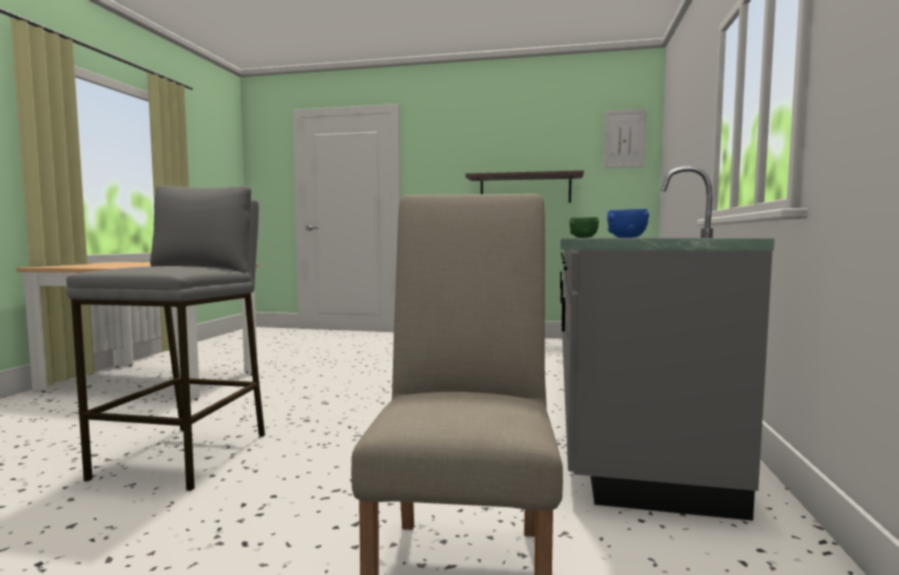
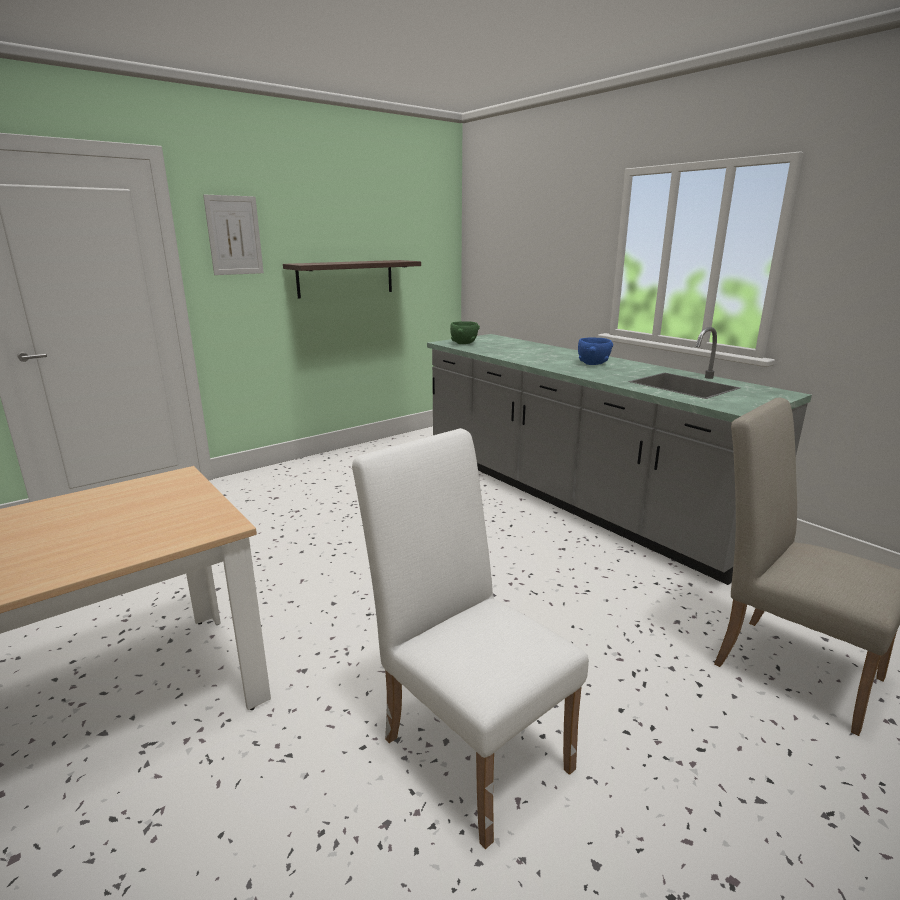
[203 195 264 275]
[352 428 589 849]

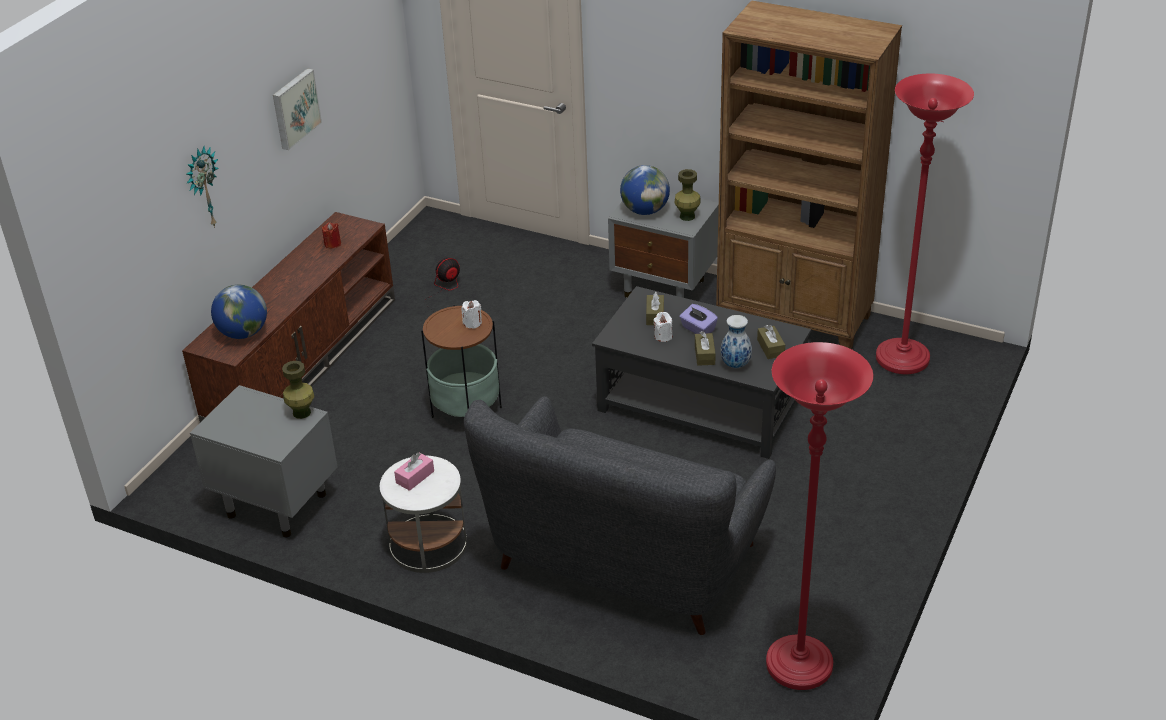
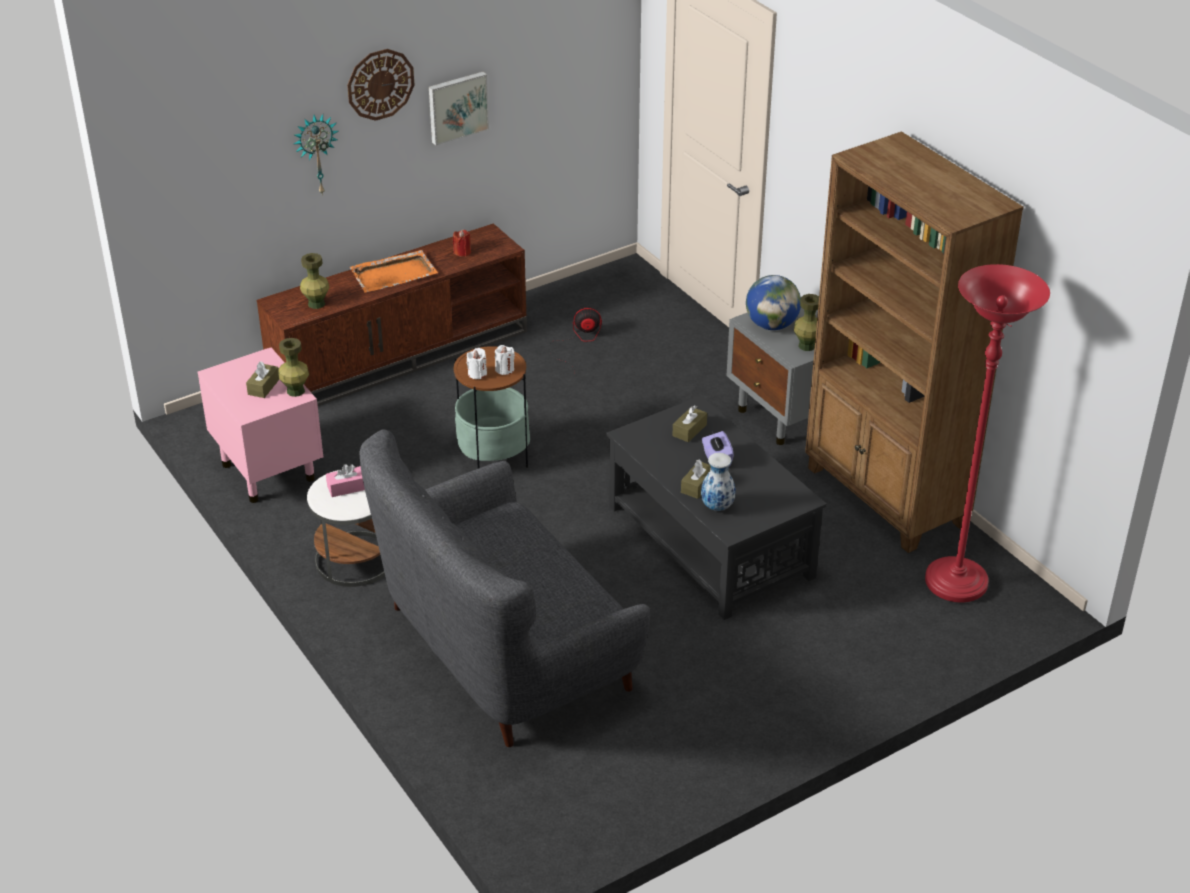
[300 253 330 309]
[467 348 487 379]
[246 361 279 398]
[766 342 873 690] (first image)
[198 348 323 503]
[347 49 414 121]
[349 250 438 293]

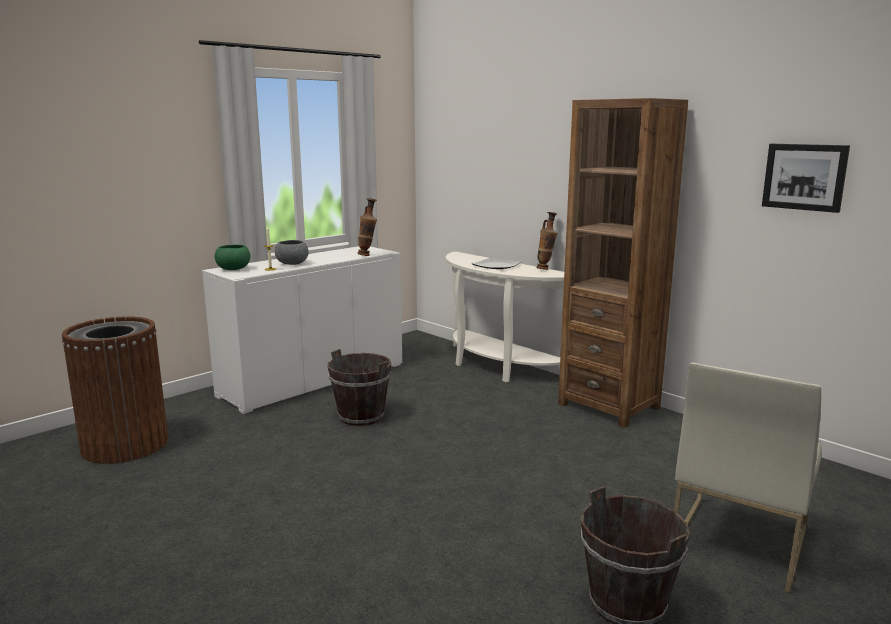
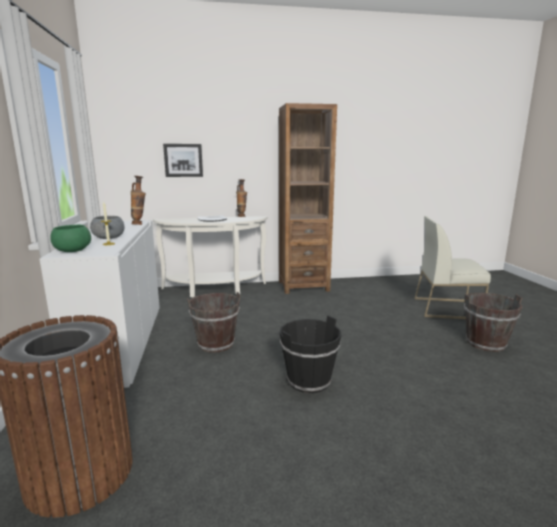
[163 144 203 177]
[414 216 491 319]
[280 316 341 393]

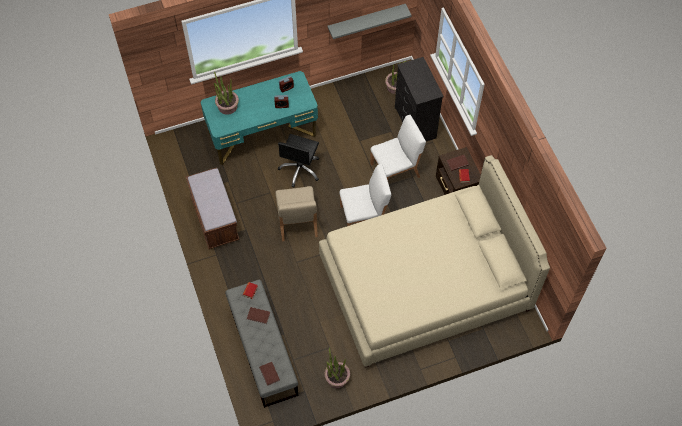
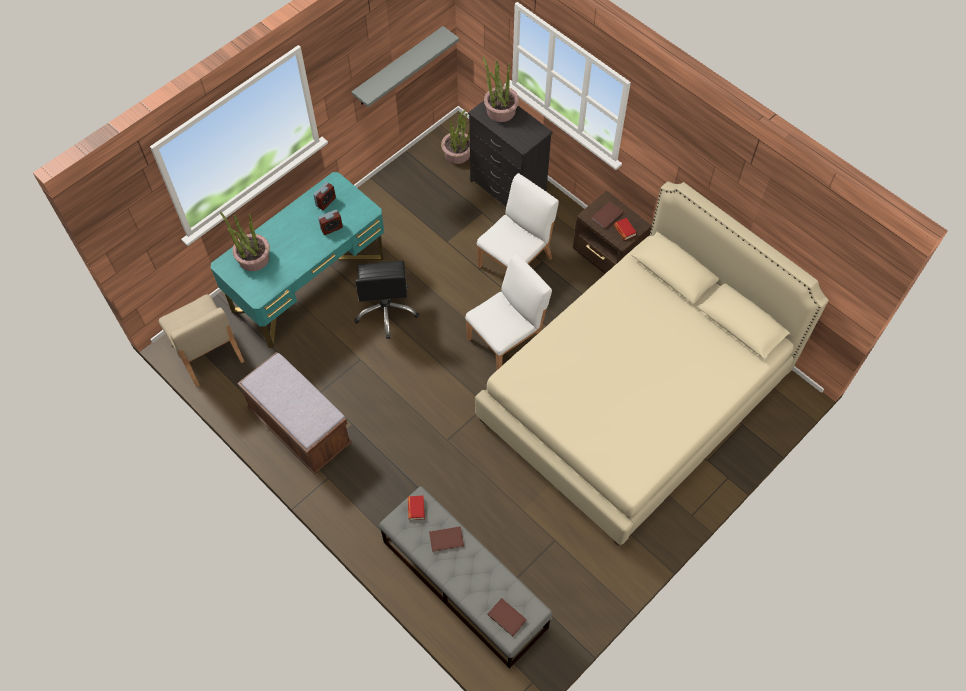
[159 294 244 387]
[483 57 519 122]

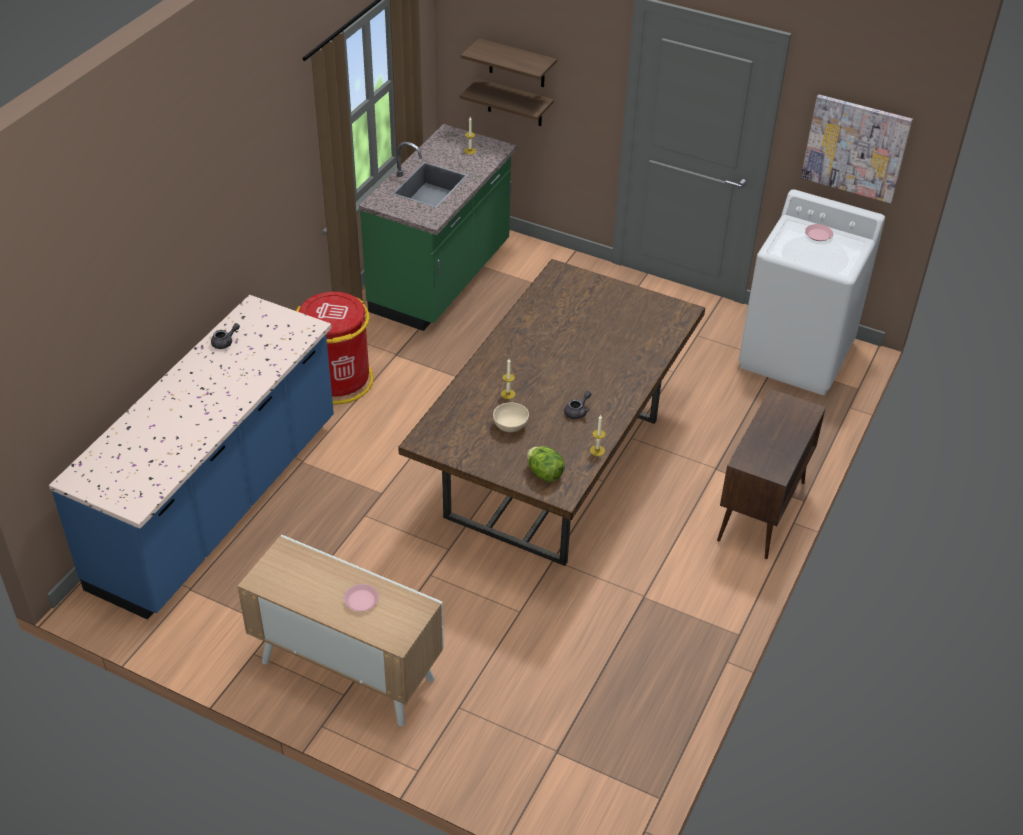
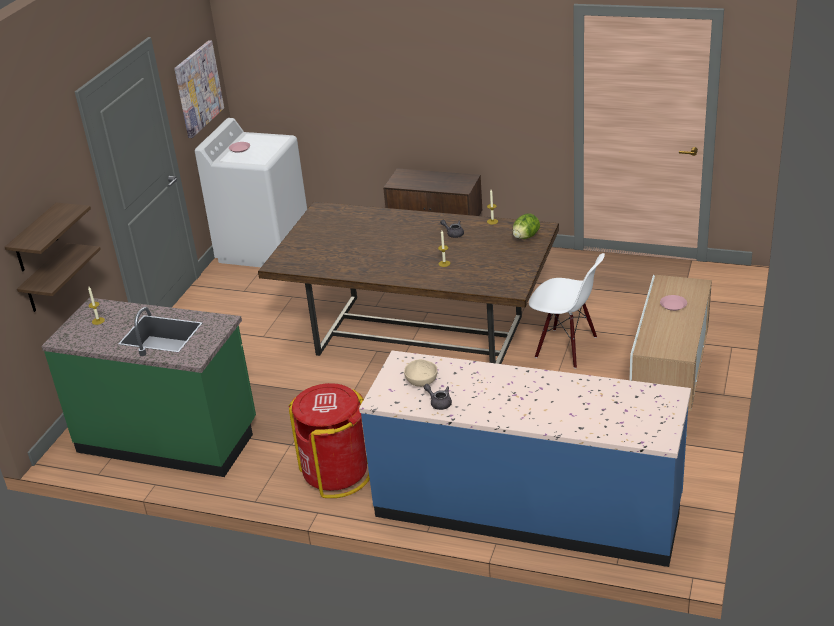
[404 359 438 387]
[529 253 605 369]

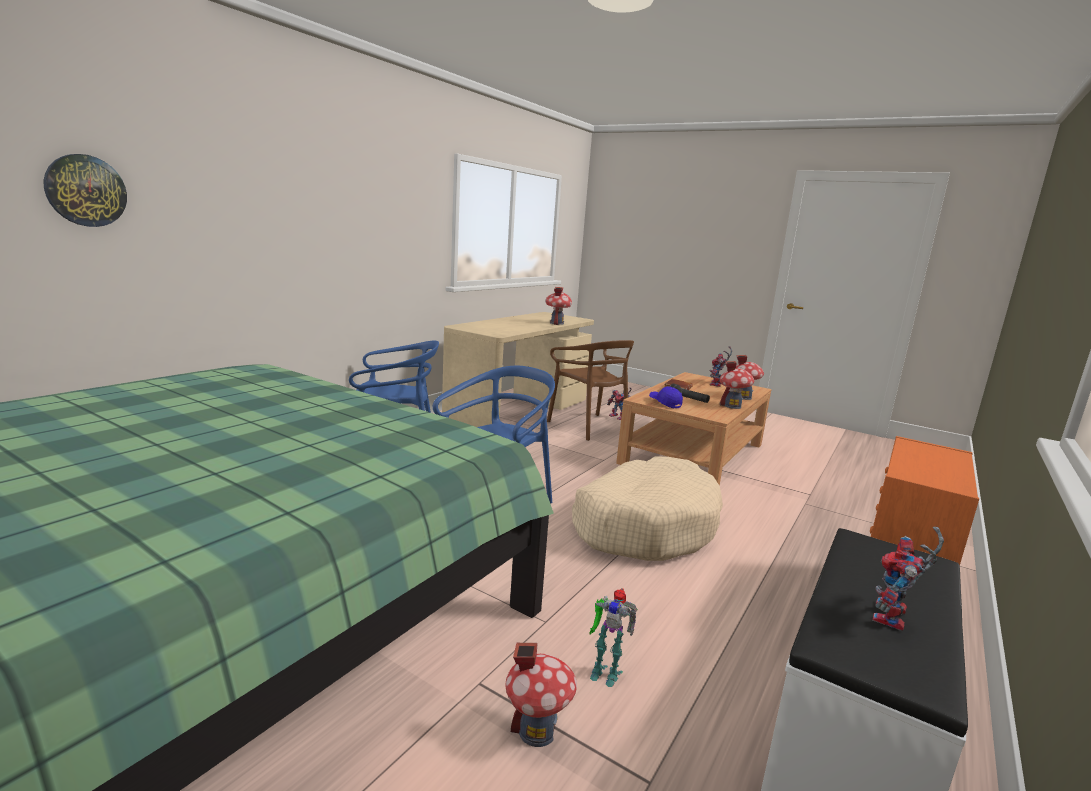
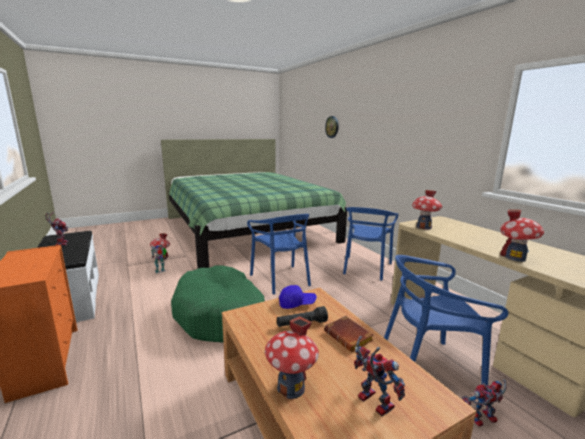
[384 255 508 385]
[412 190 442 230]
[171 265 265 343]

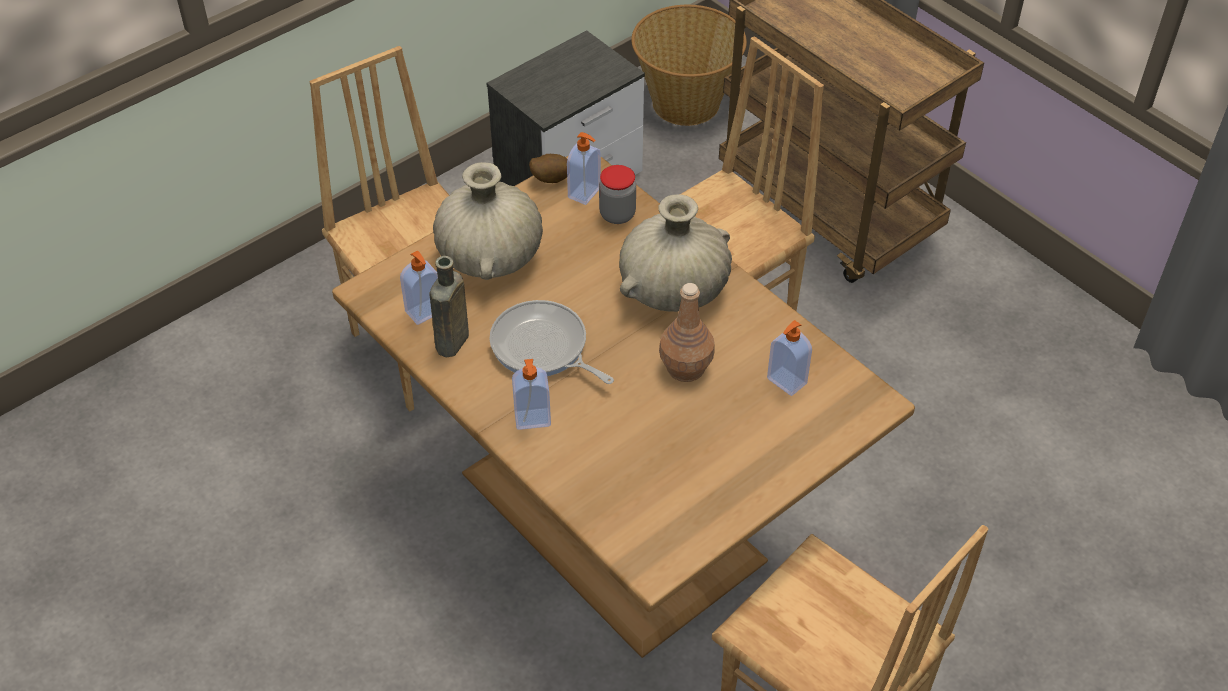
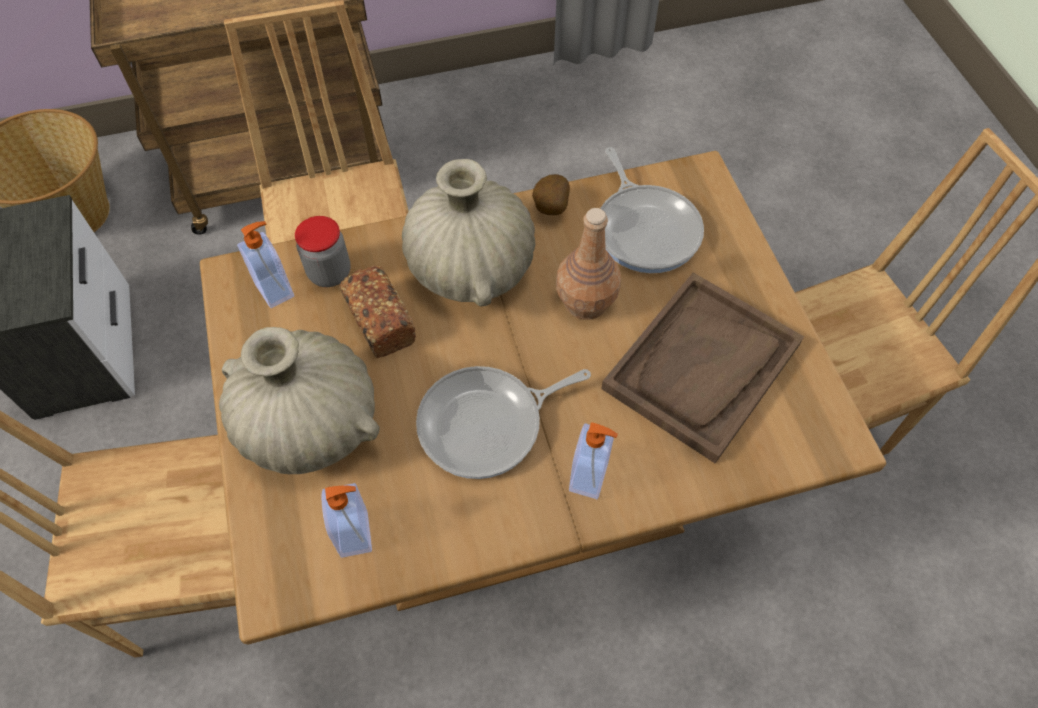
[532 174 570 215]
[429 256 469 358] (first image)
[600 147 704 273]
[339 265 416 358]
[601 272 804 463]

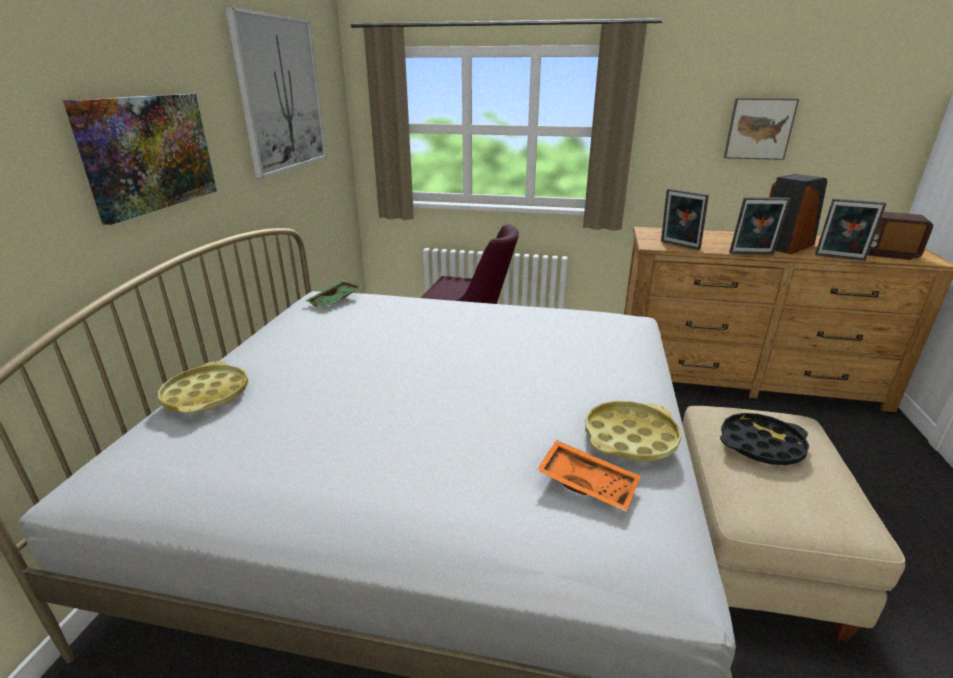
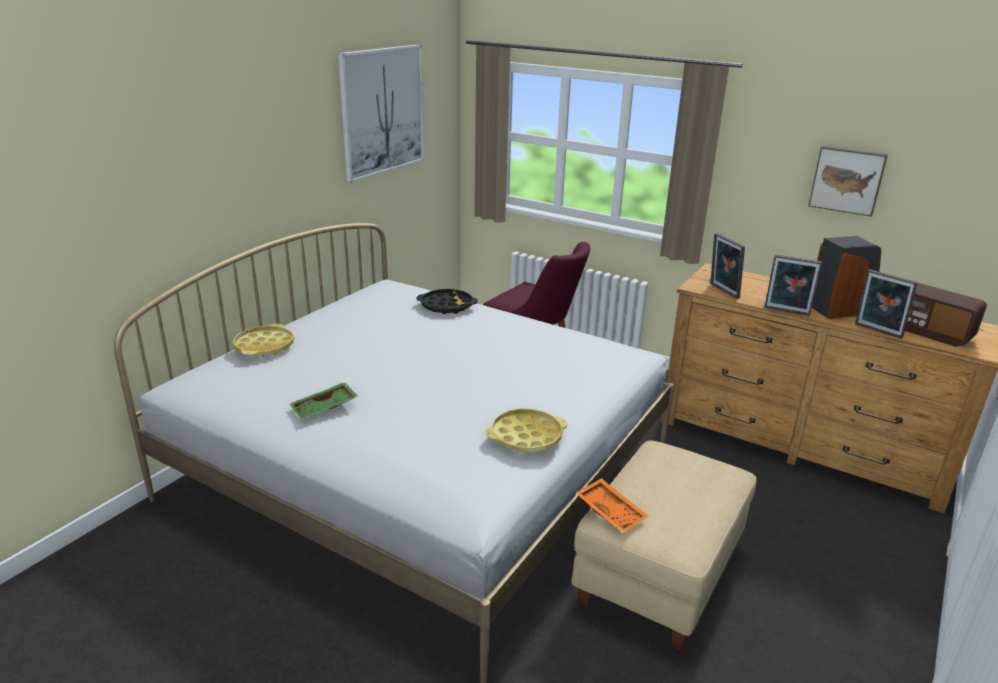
[63 93 217 225] (first image)
[290 382 358 419]
[417 289 478 314]
[576 478 648 533]

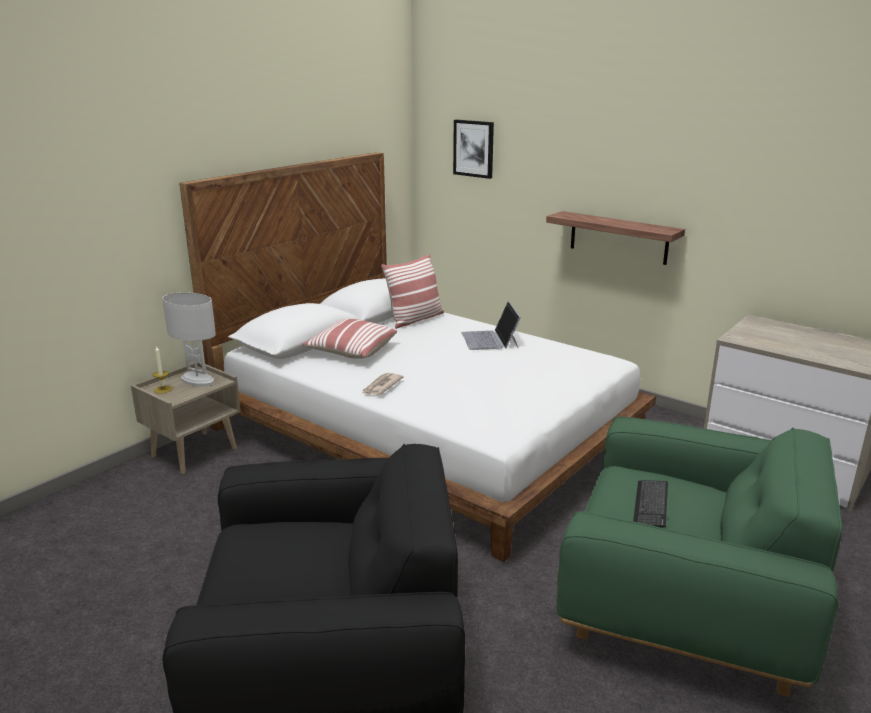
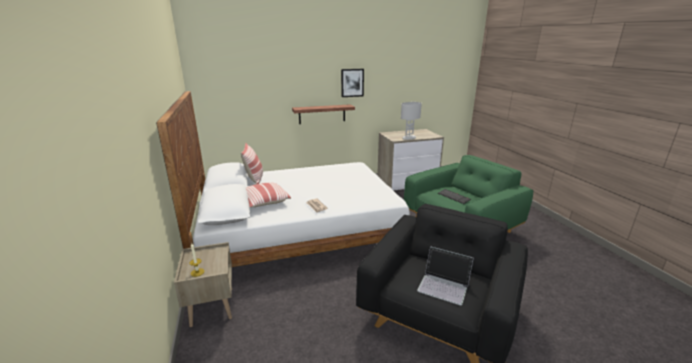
[341 69 364 97]
[401 102 422 140]
[417 246 474 305]

